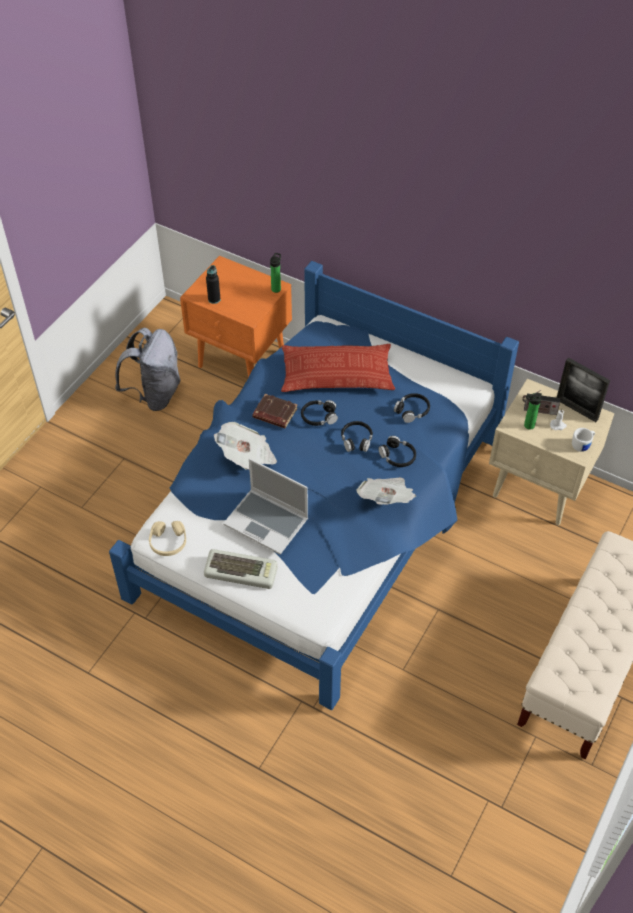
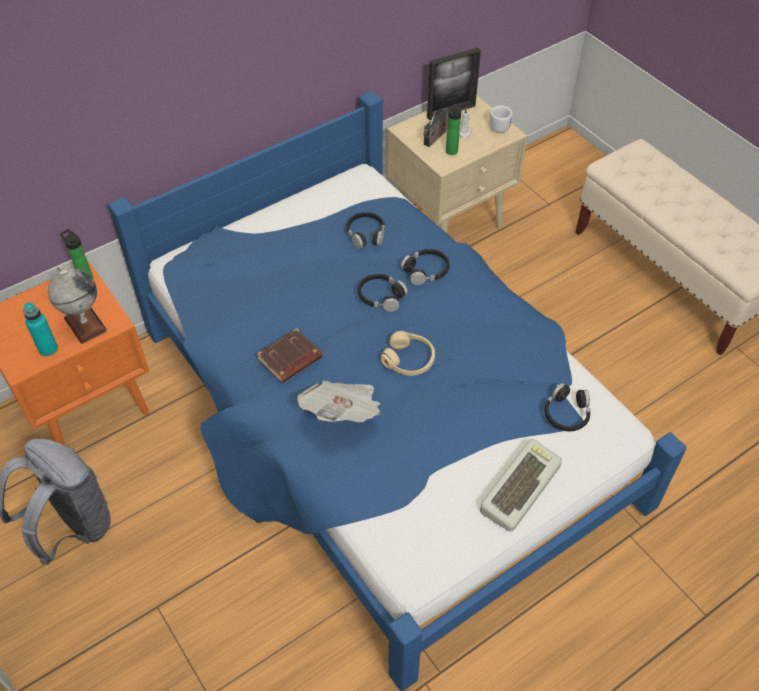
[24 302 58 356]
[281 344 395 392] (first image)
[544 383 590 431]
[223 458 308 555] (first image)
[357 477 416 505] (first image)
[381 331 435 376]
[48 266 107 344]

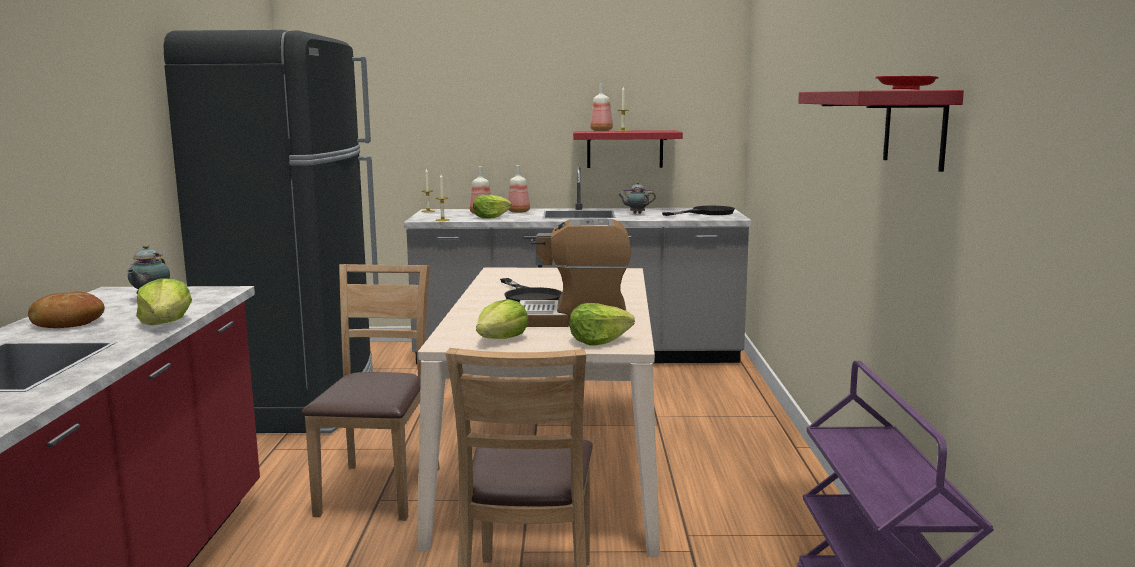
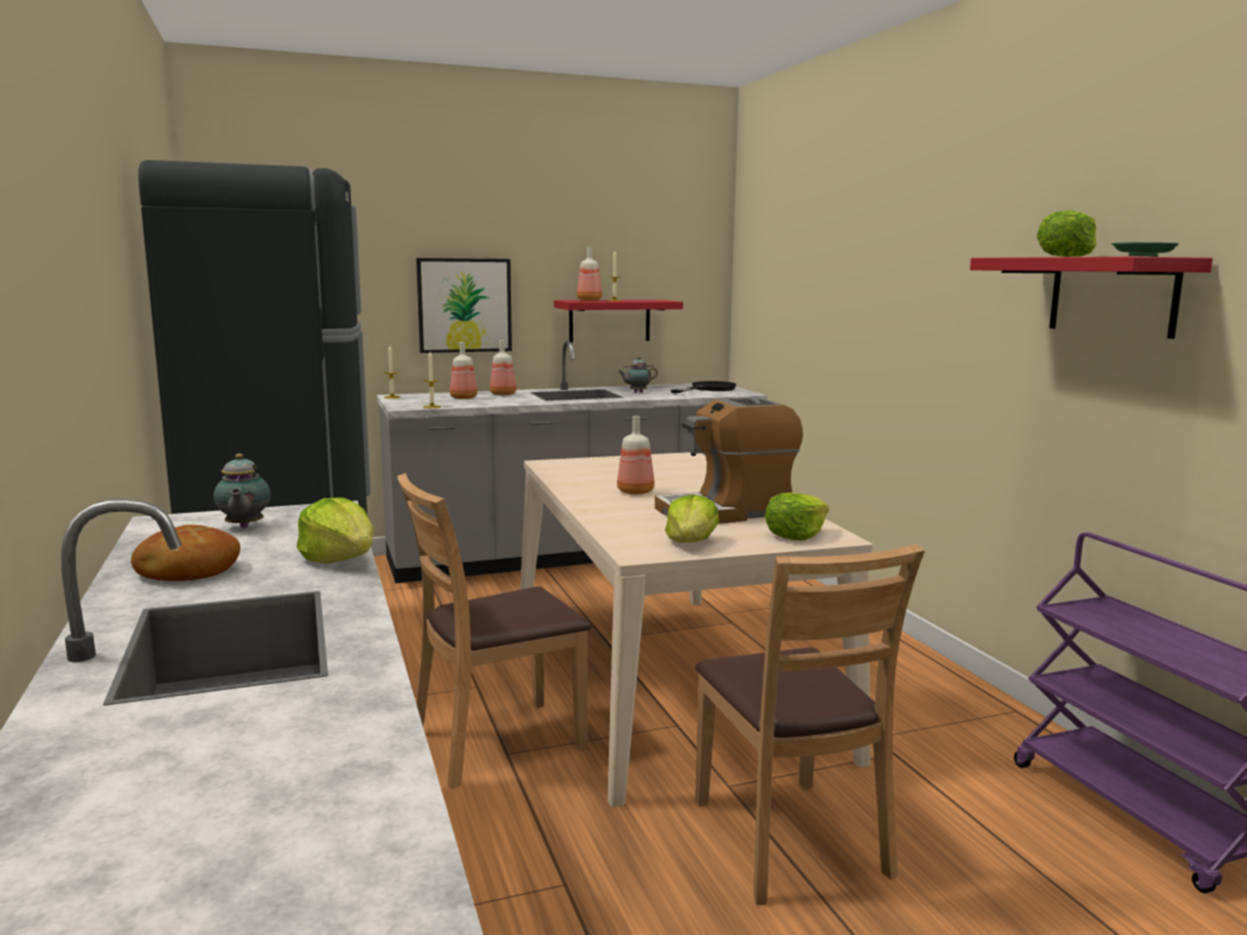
[1112 242 1178 257]
[1037 210 1097 257]
[397 473 592 789]
[617 416 655 494]
[416 258 512 353]

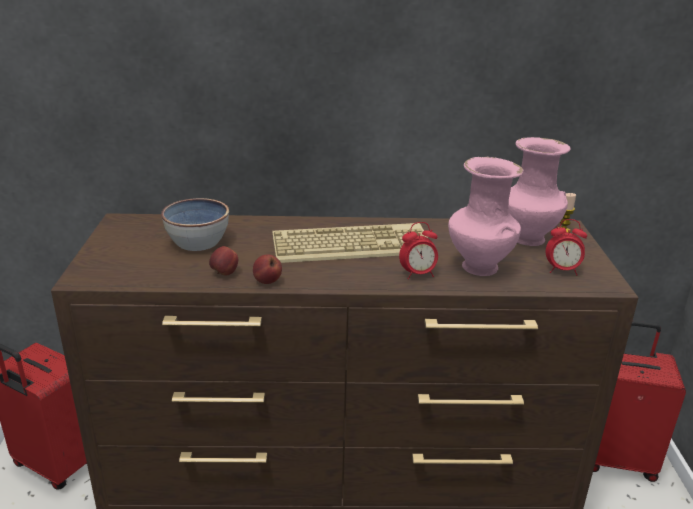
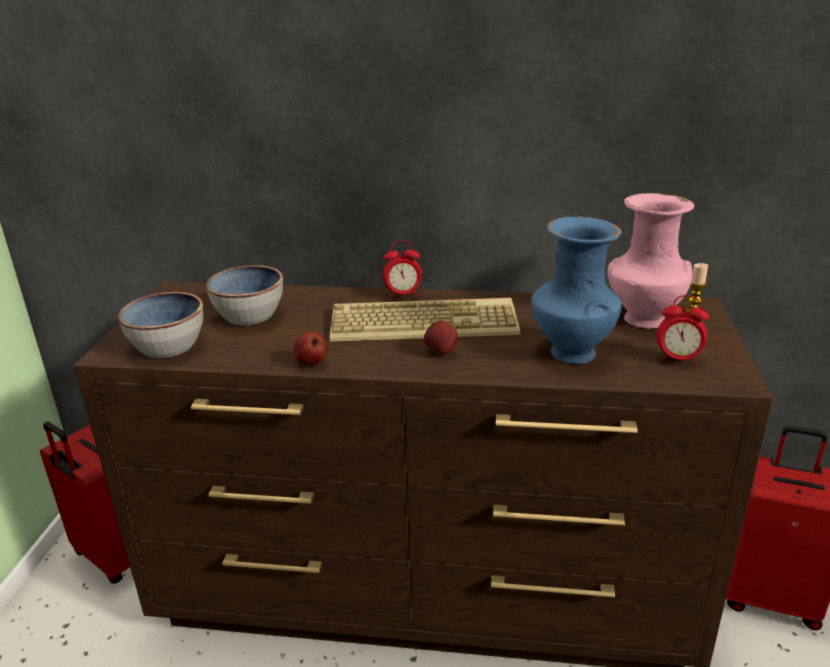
[531 216 622 364]
[383 240 422 300]
[424 321 458 355]
[117 292 203 358]

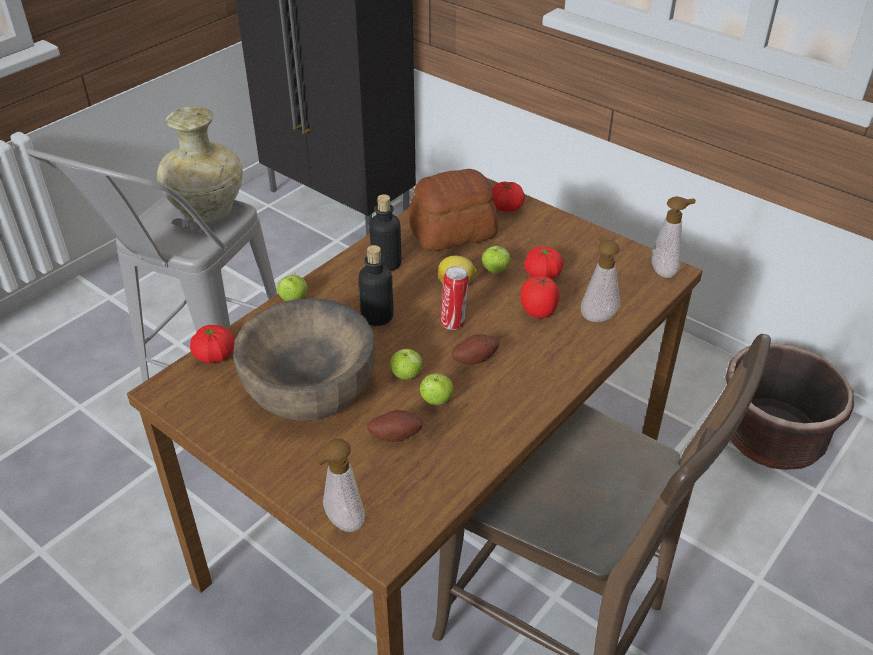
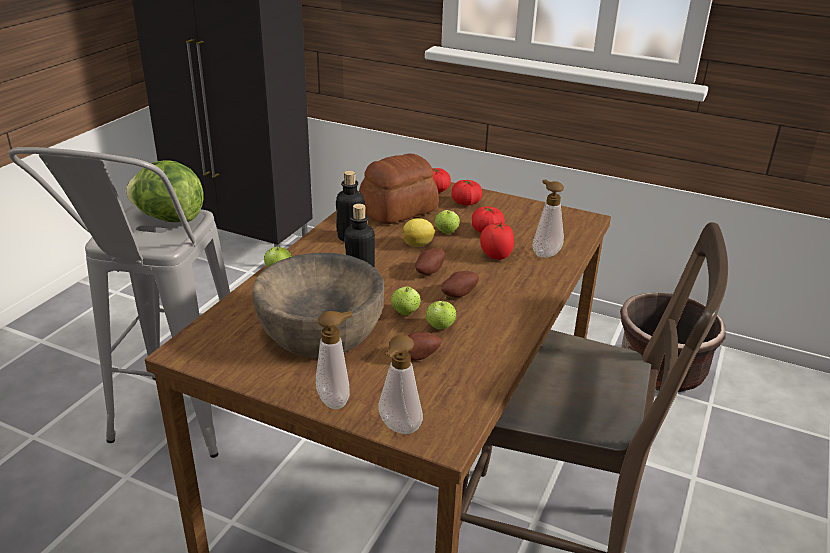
[126 160 204 222]
[316 311 353 409]
[415 248 445 275]
[451 180 482 205]

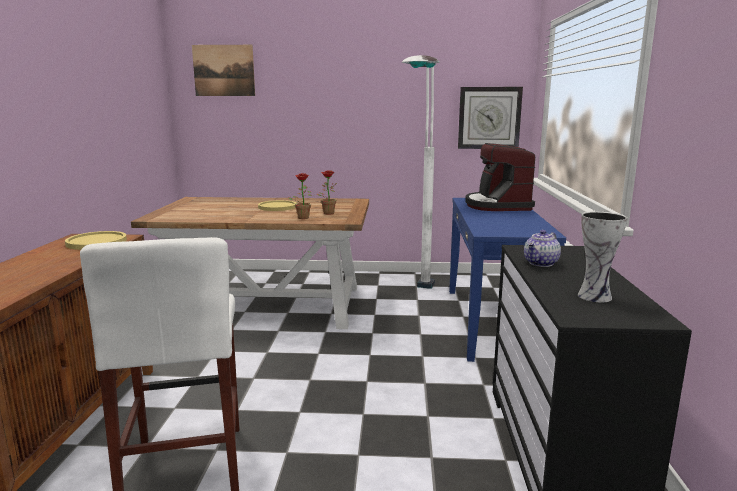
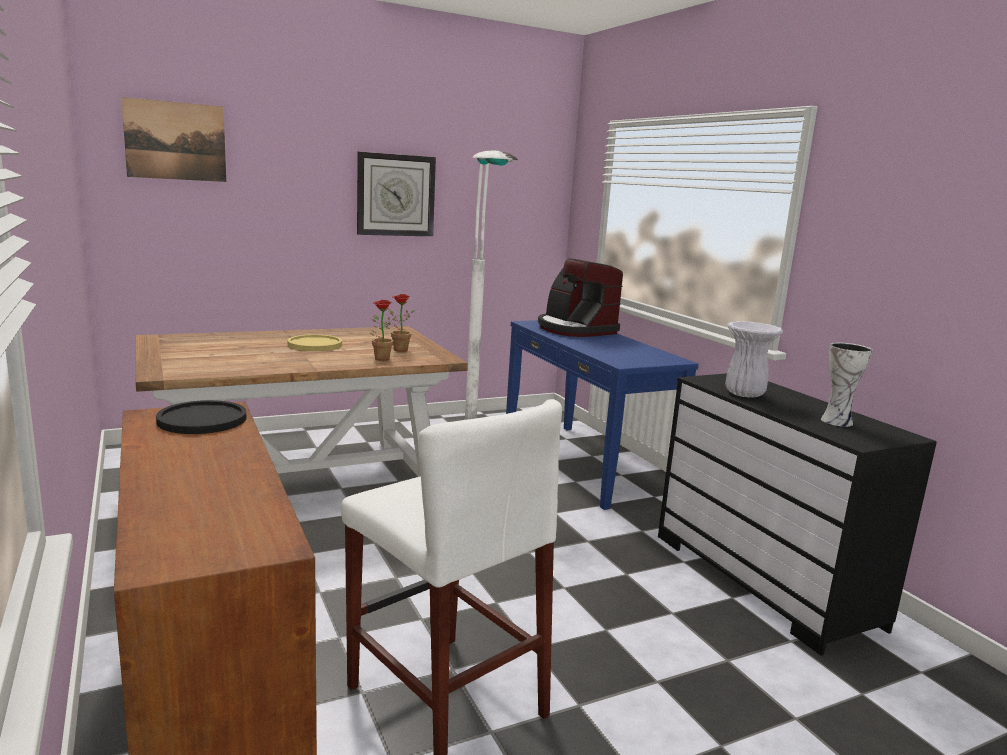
[357 152 436 237]
[725 321 783 398]
[156 400 247 434]

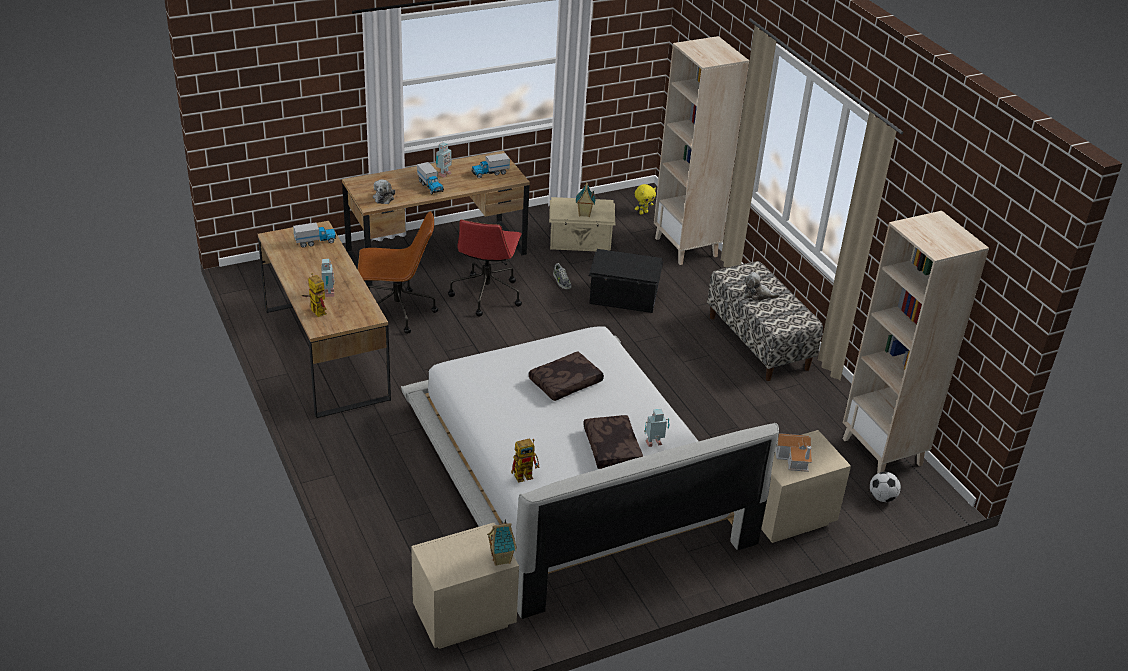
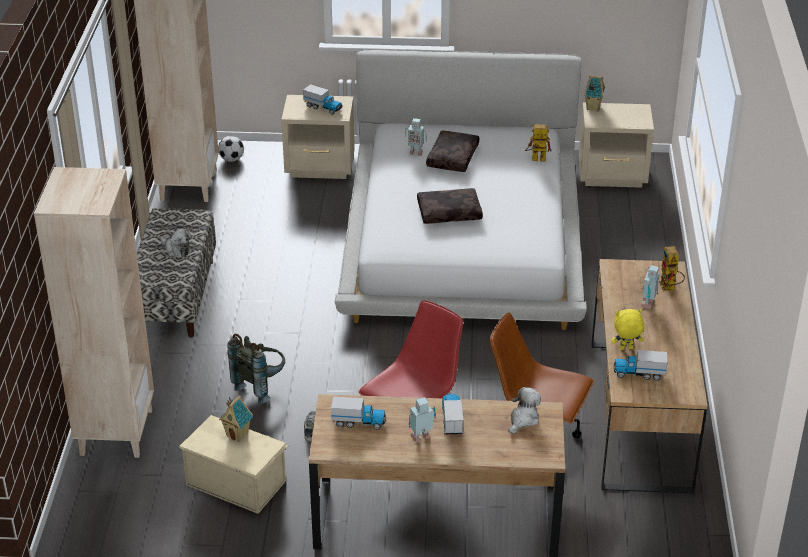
[611 309 644 350]
[227 334 285 404]
[303 84 342 114]

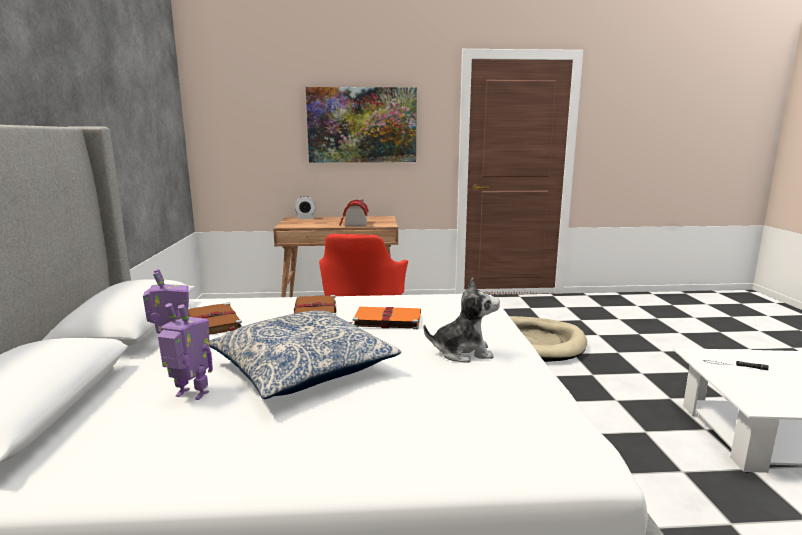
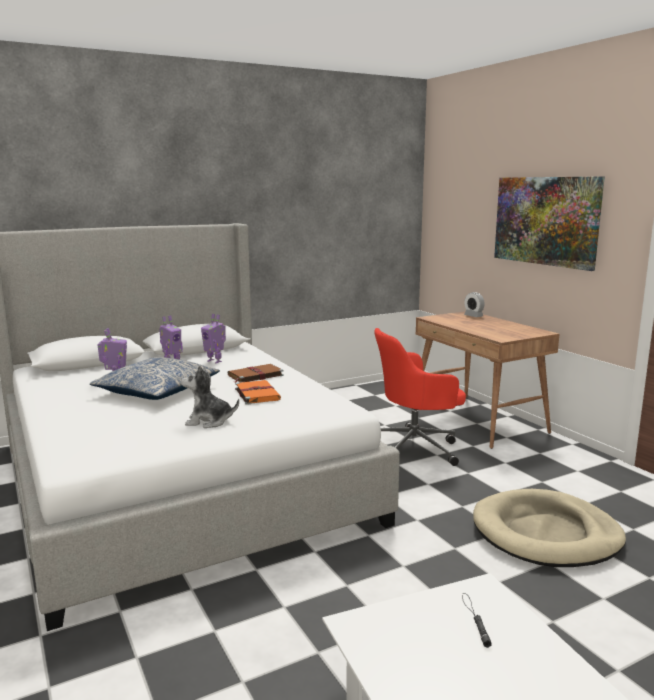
[339 199 369 226] (first image)
[181 365 239 428]
[201 314 226 363]

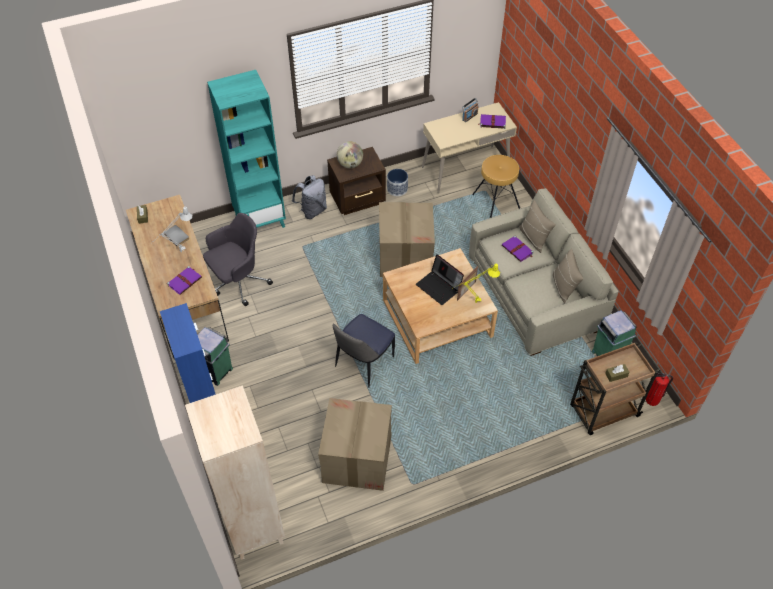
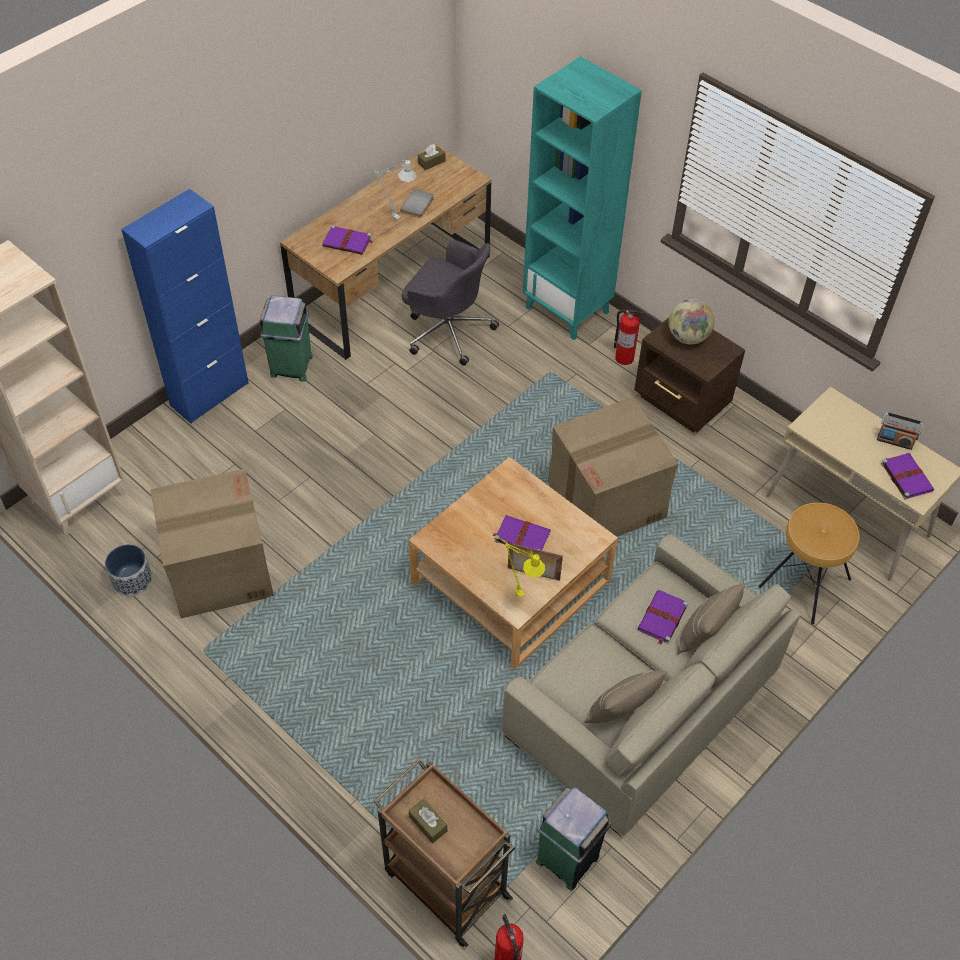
[105 544 152 596]
[614 309 644 365]
[492 515 551 550]
[333 314 395 387] (first image)

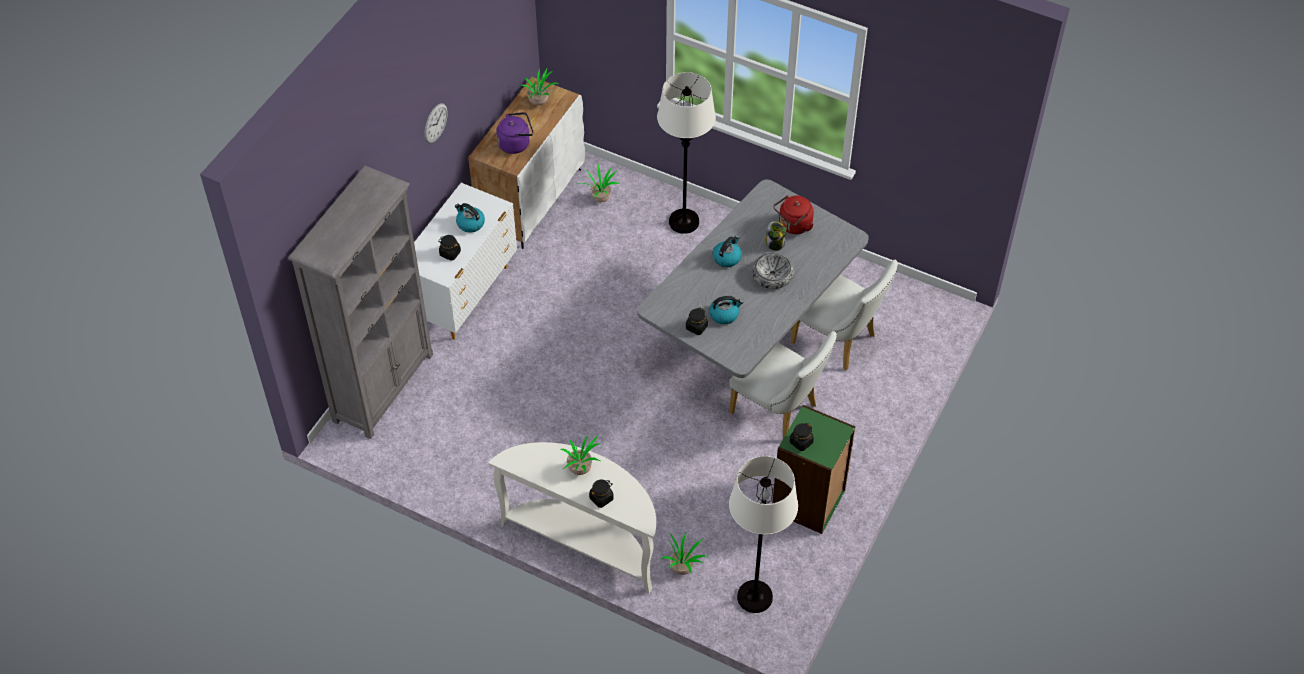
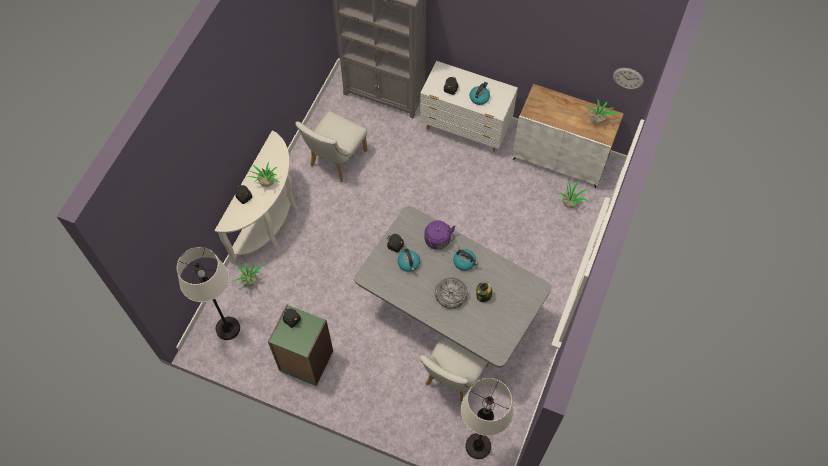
[461 378 514 459]
[613 68 644 89]
[424 220 456 250]
[773 195 814 234] (first image)
[295 111 367 182]

